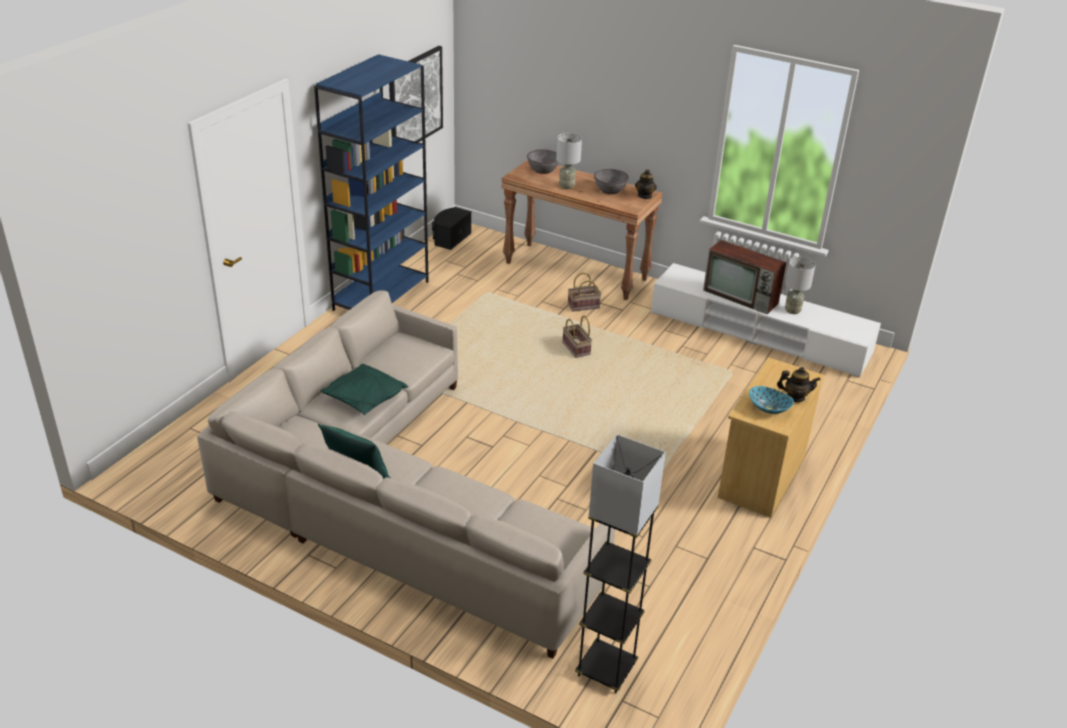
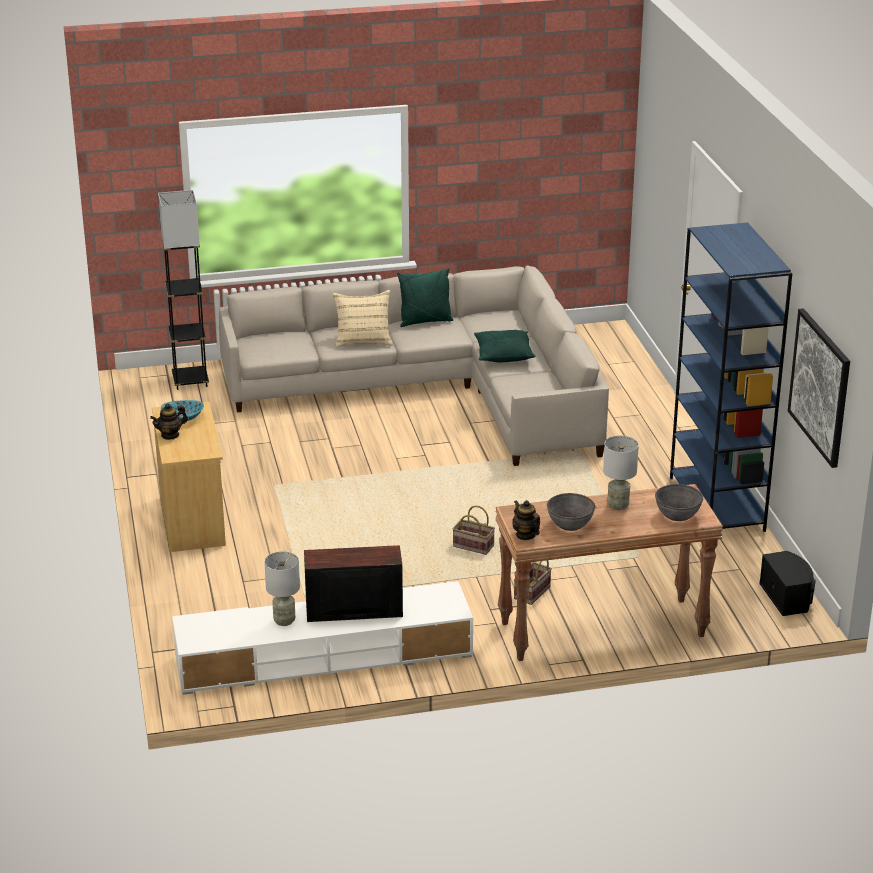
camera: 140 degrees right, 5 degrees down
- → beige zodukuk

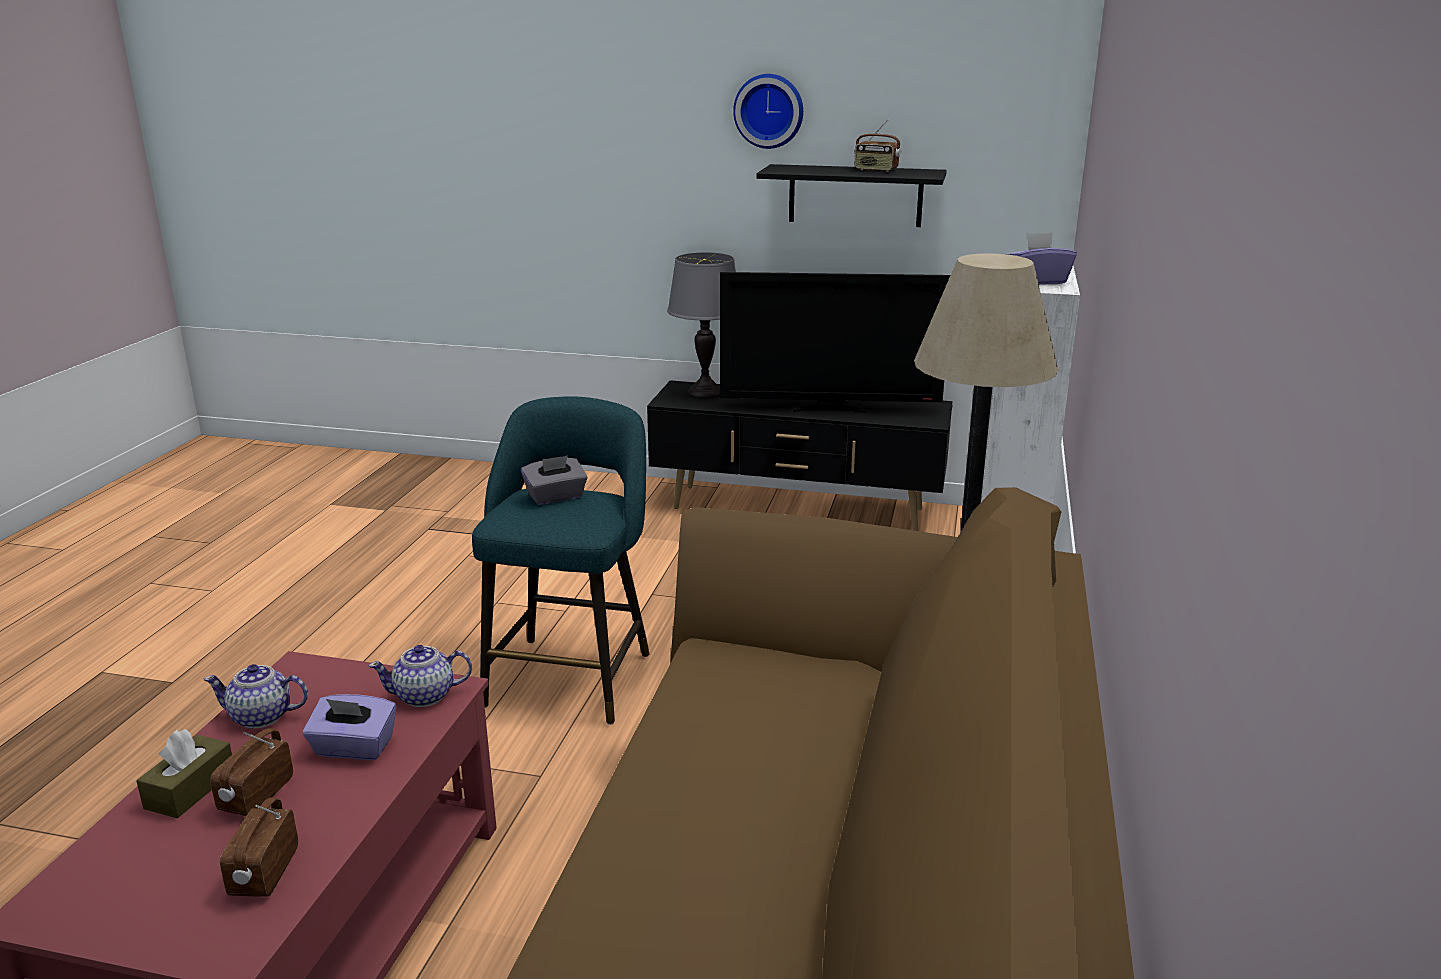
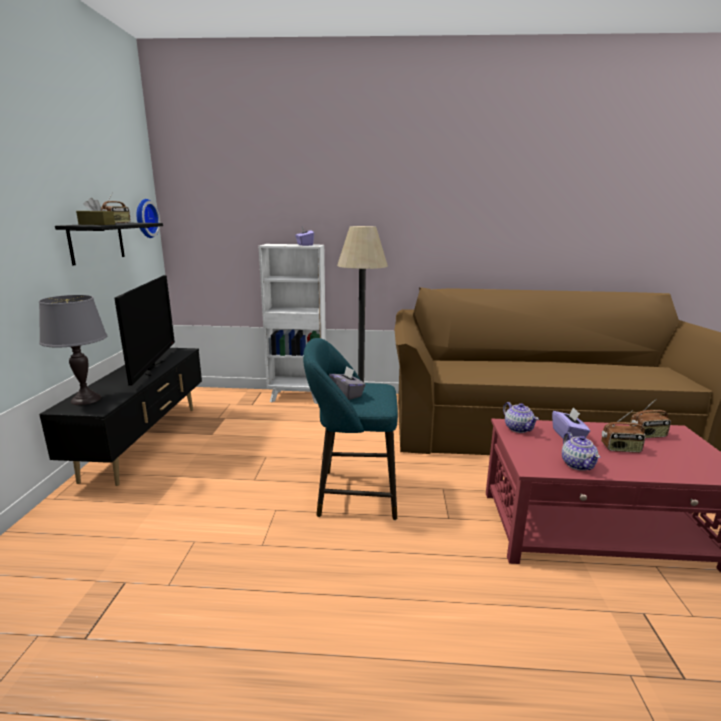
camera: 100 degrees left, 5 degrees down
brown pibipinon, shifted
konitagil, shifted

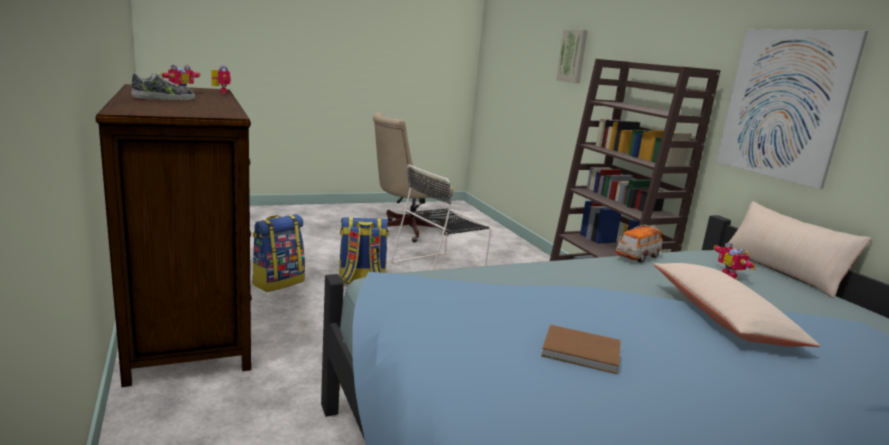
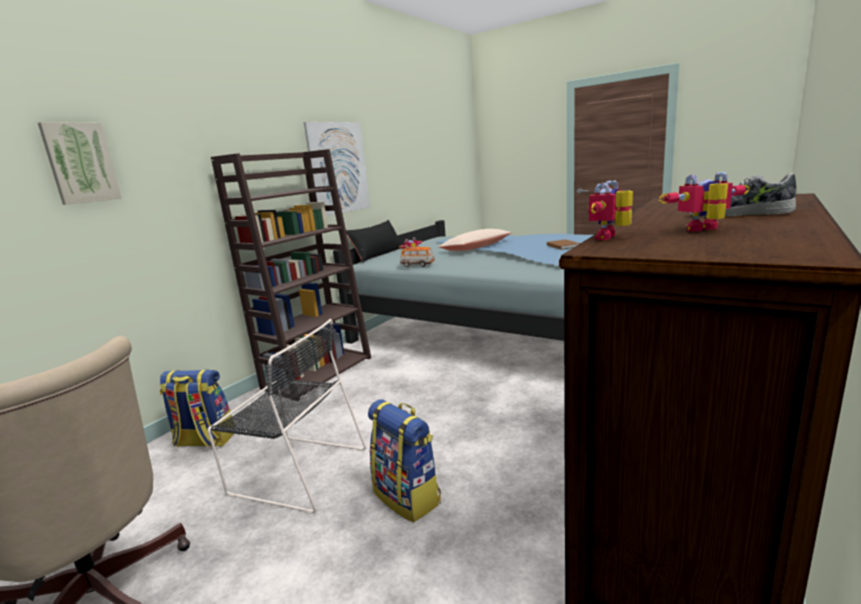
camera: 120 degrees left, 0 degrees up
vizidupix (no. 1 from left), shifted
beige zodukuk (no. 2 from left) → black zodukuk

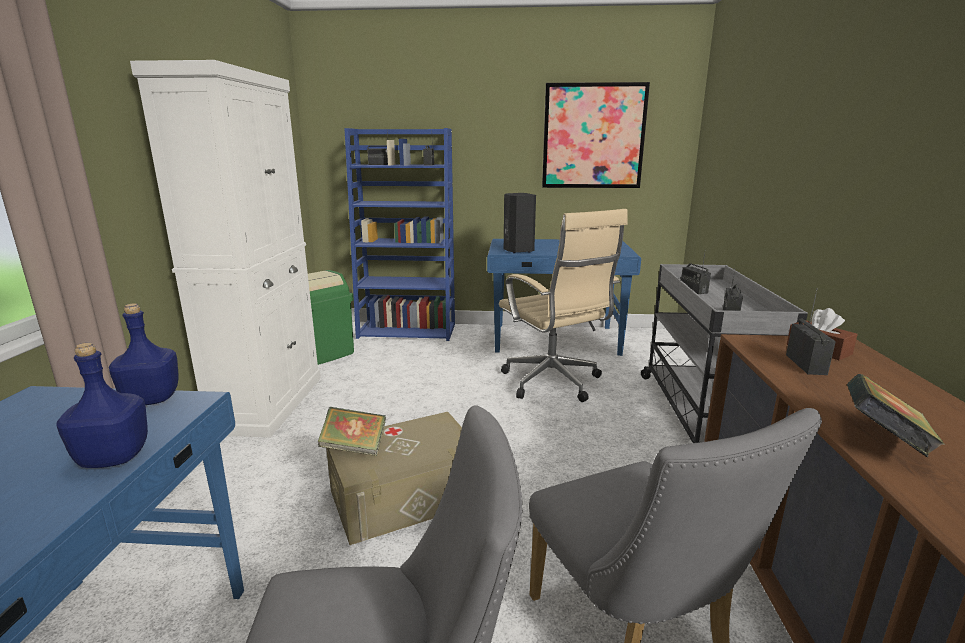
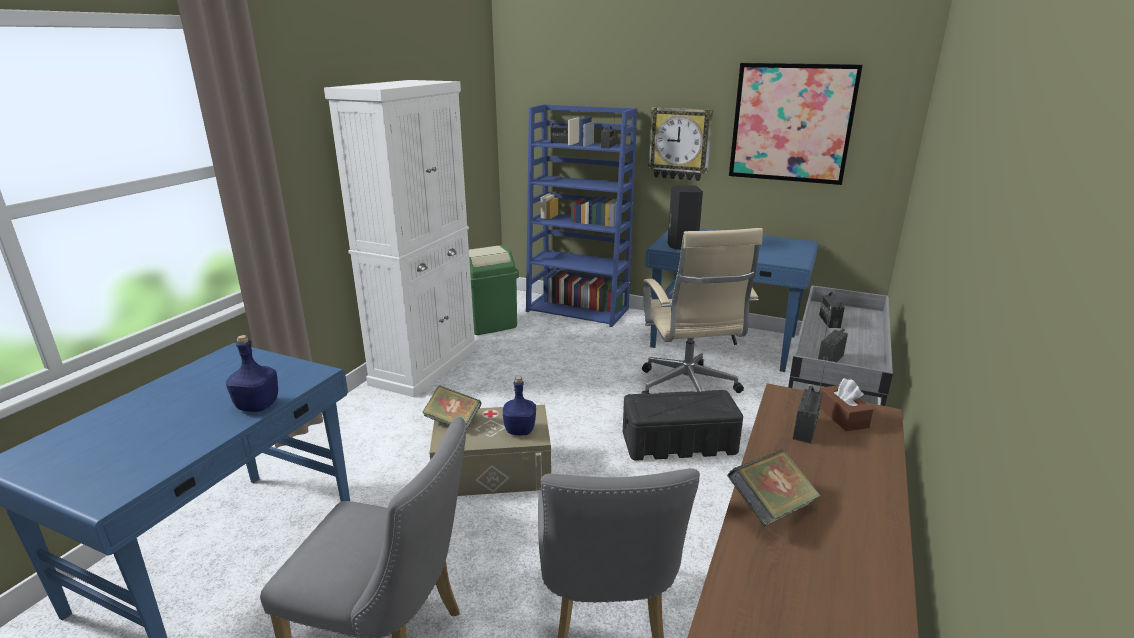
camera: 20 degrees right, 5 degrees up
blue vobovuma (no. 2 from left), shifted
- → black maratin
- → konitagil

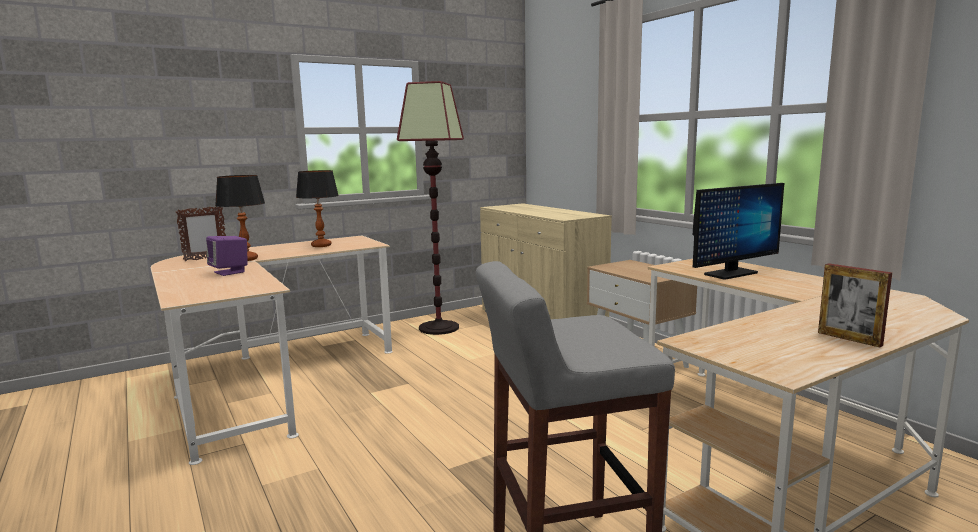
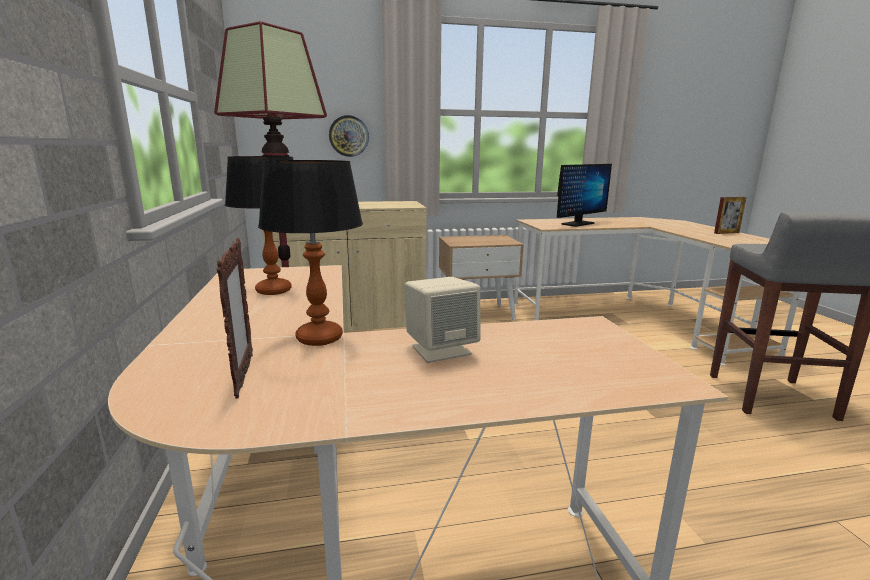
camera: 70 degrees left, 5 degrees up
- → konitagil
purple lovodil → beige lovodil
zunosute, 60 degrees clockwise

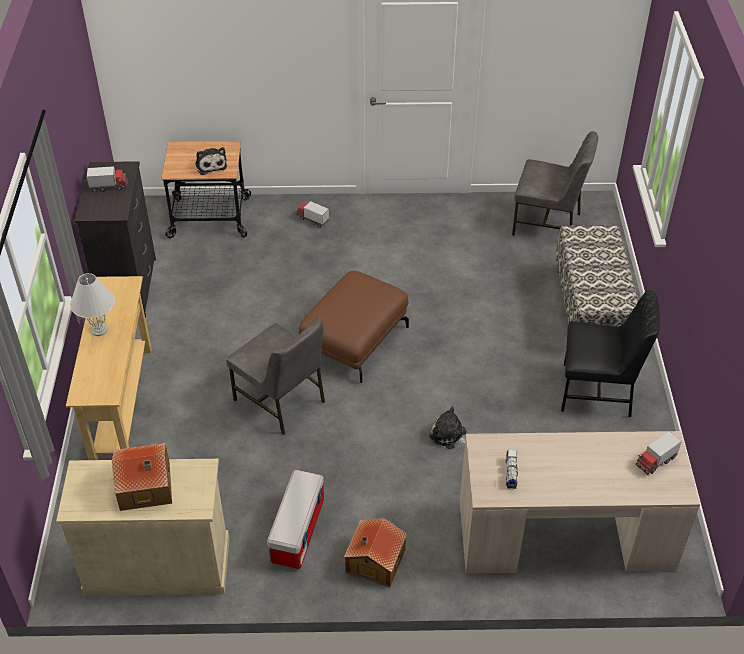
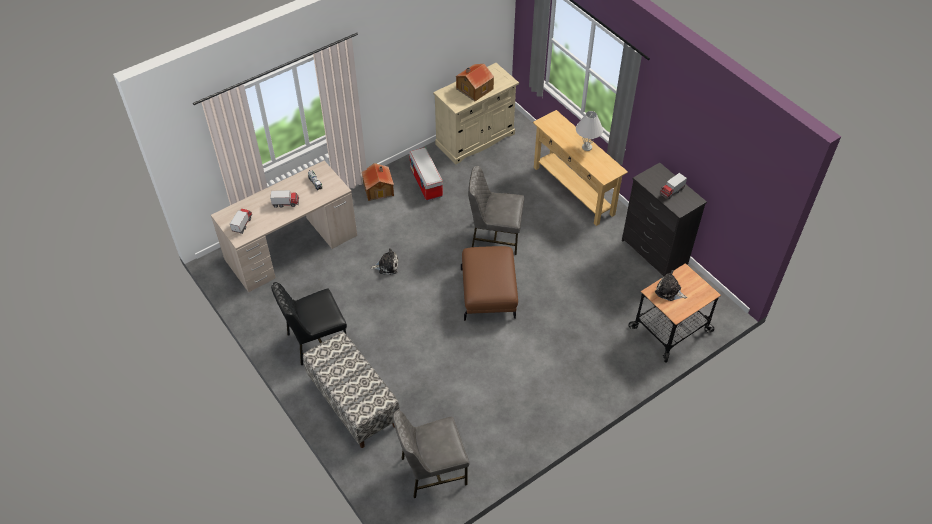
camera: 145 degrees right, 5 degrees up
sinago (no. 2 from left), shifted

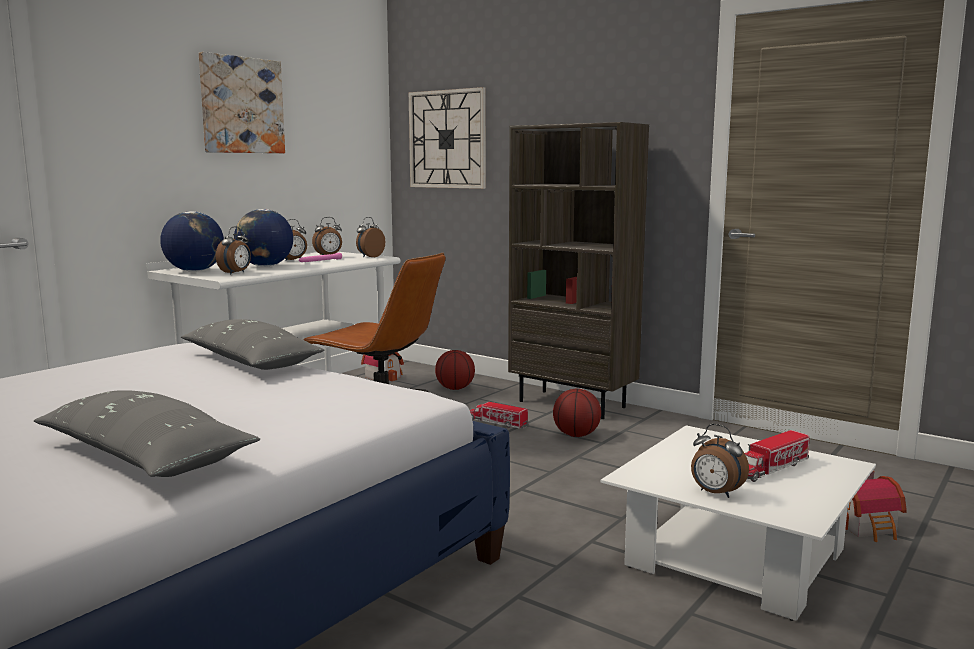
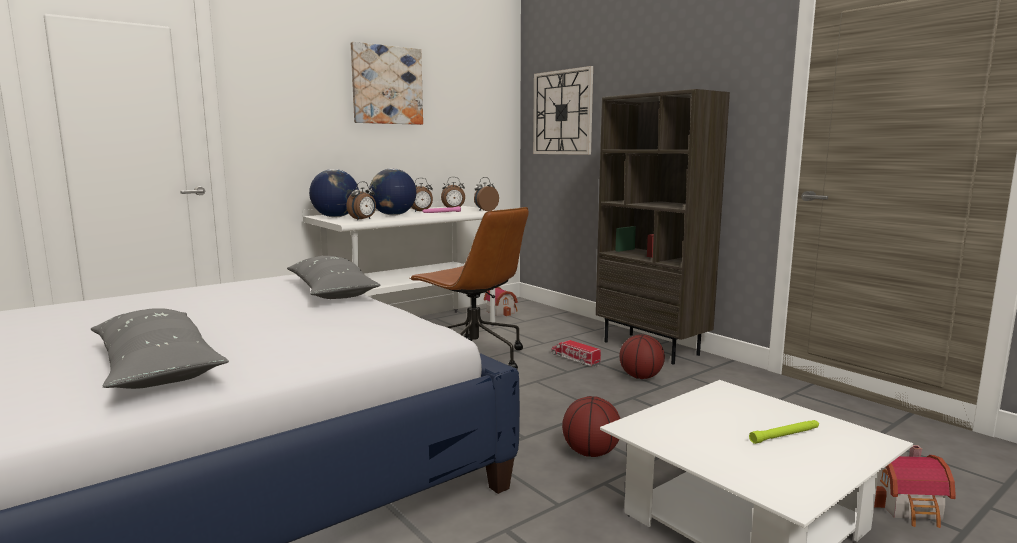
camera: 15 degrees right, 0 degrees up
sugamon (no. 1 from left), shifted
sinago (no. 2 from left) → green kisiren
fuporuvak (no. 5 from left) → -

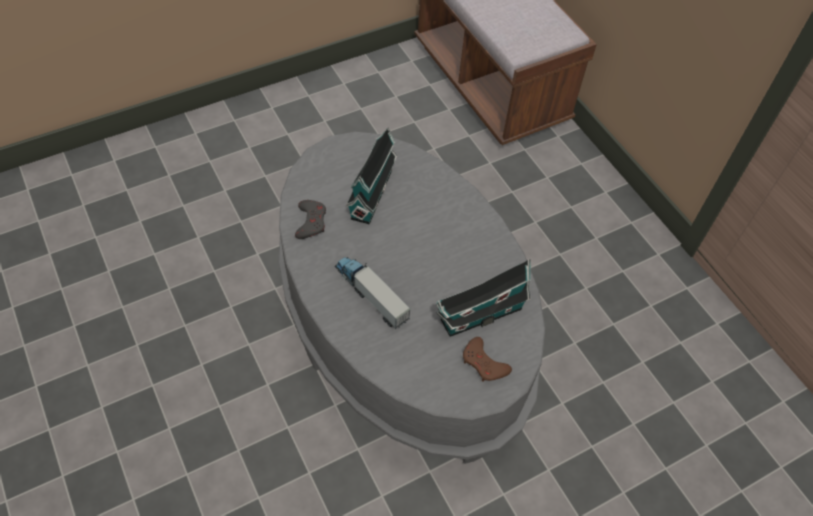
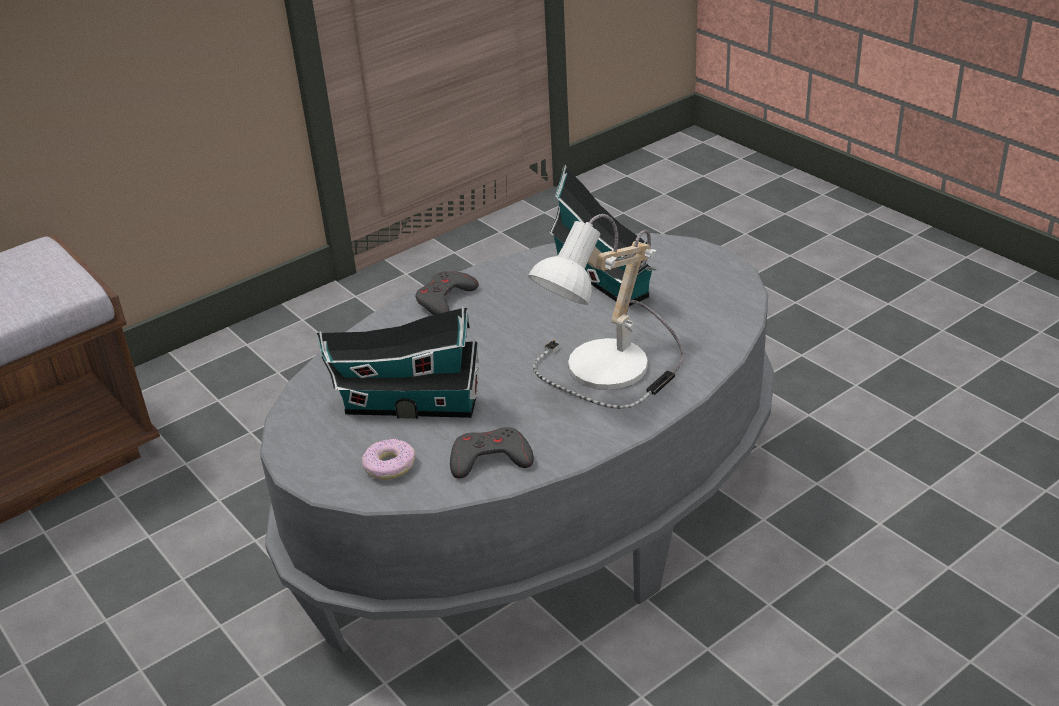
camera: 95 degrees left, 20 degrees down
- → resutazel
- → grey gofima (no. 1 from left)
sinago → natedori
brown gofima → -

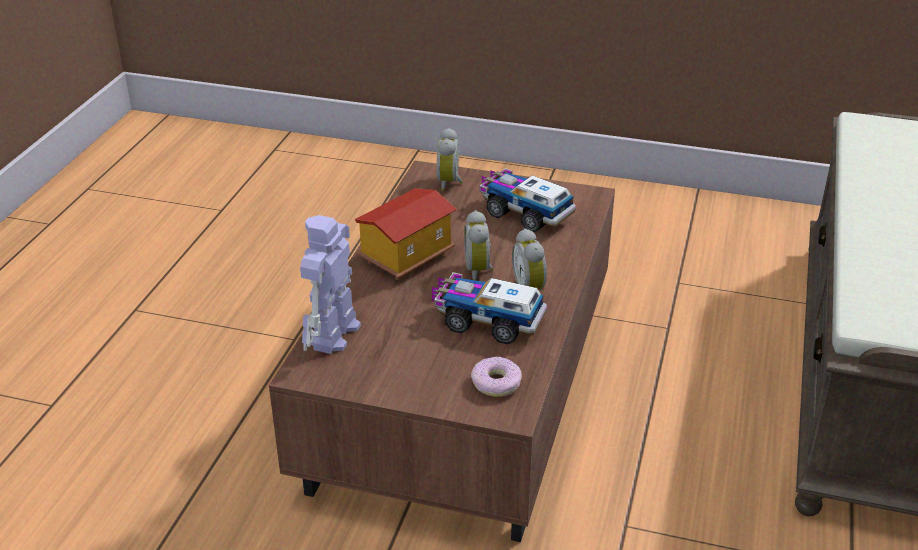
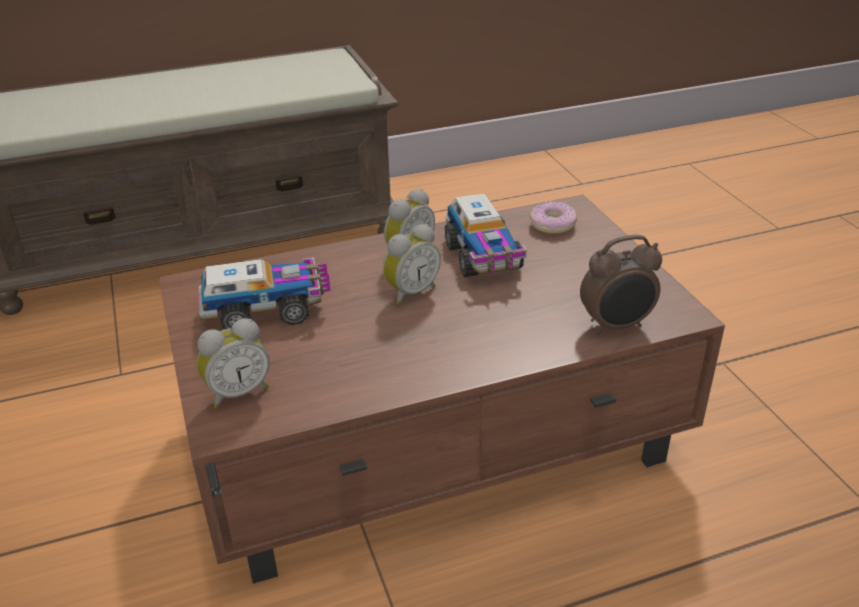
camera: 125 degrees left, 0 degrees up
sinago (no. 2 from left in the first image) → sinago (no. 1 from left), 105 degrees counterclockwise
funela → fuporuvak (no. 4 from left)
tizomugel → -

